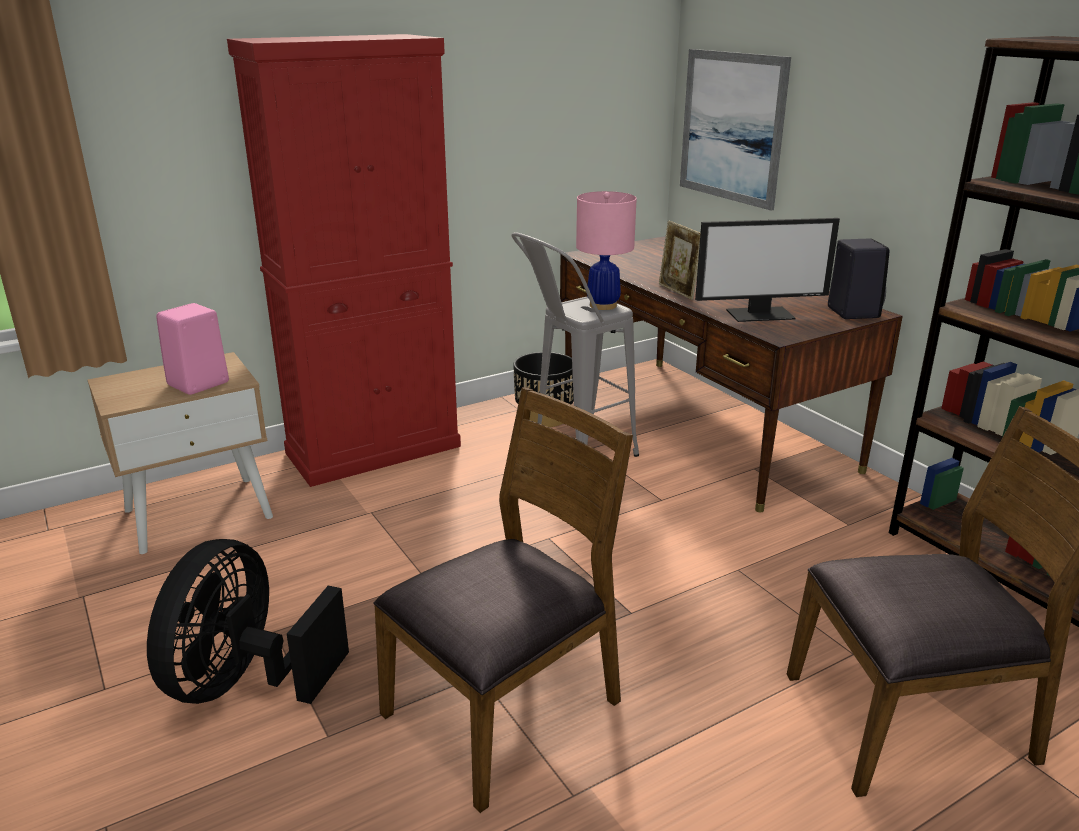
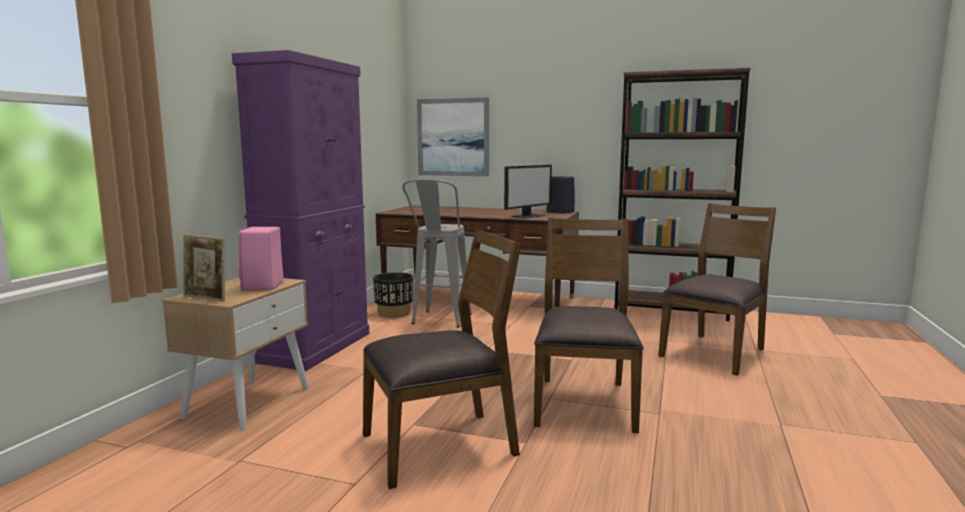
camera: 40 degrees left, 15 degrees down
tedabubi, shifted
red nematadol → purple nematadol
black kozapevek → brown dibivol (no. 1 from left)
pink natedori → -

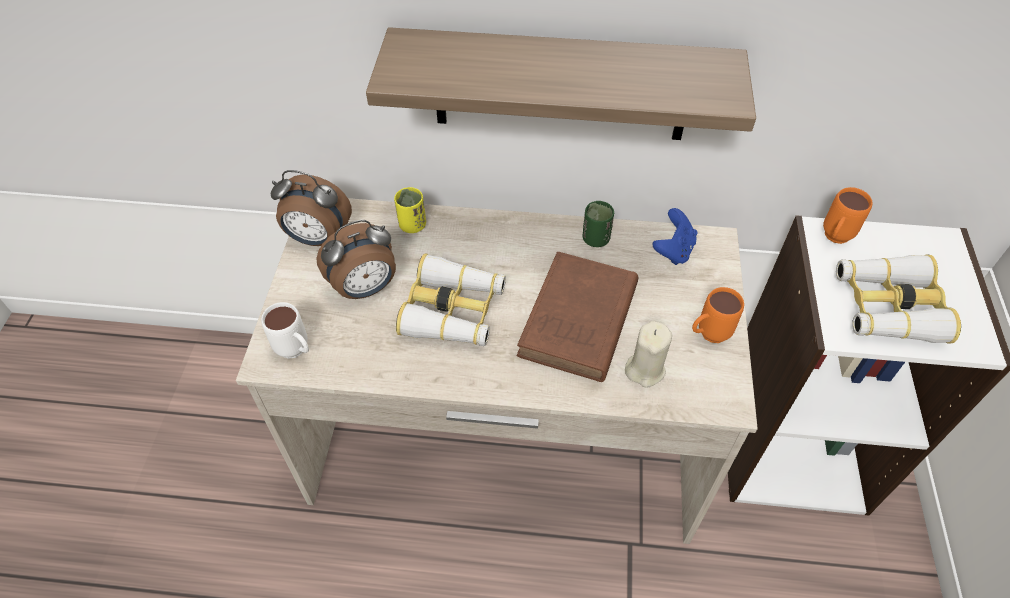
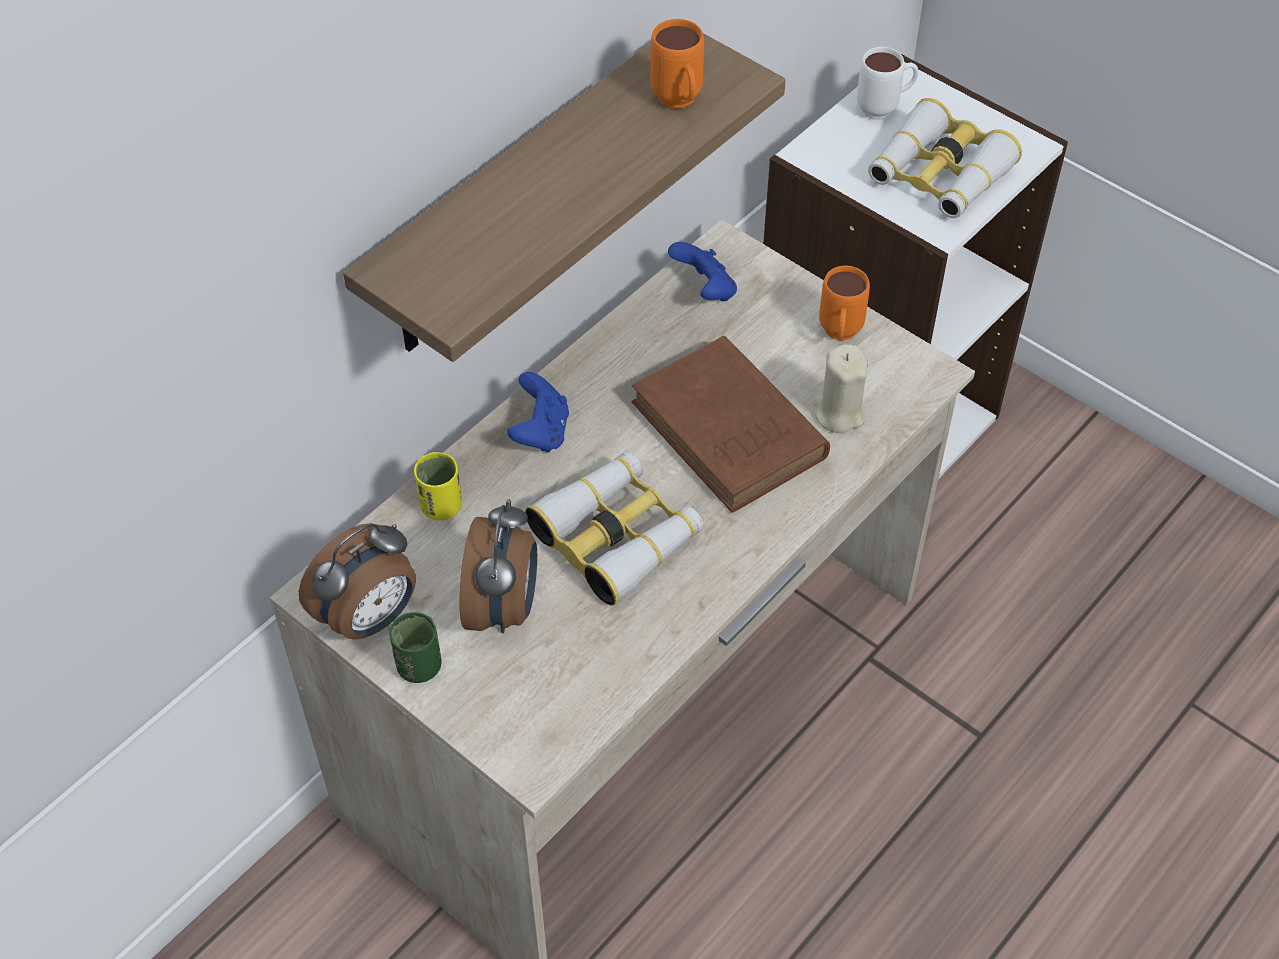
camera: 55 degrees left, 0 degrees up
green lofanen, shifted
- → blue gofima (no. 1 from left)
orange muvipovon (no. 2 from left in the first image) → orange muvipovon (no. 1 from left), shifted
white muvipovon, shifted

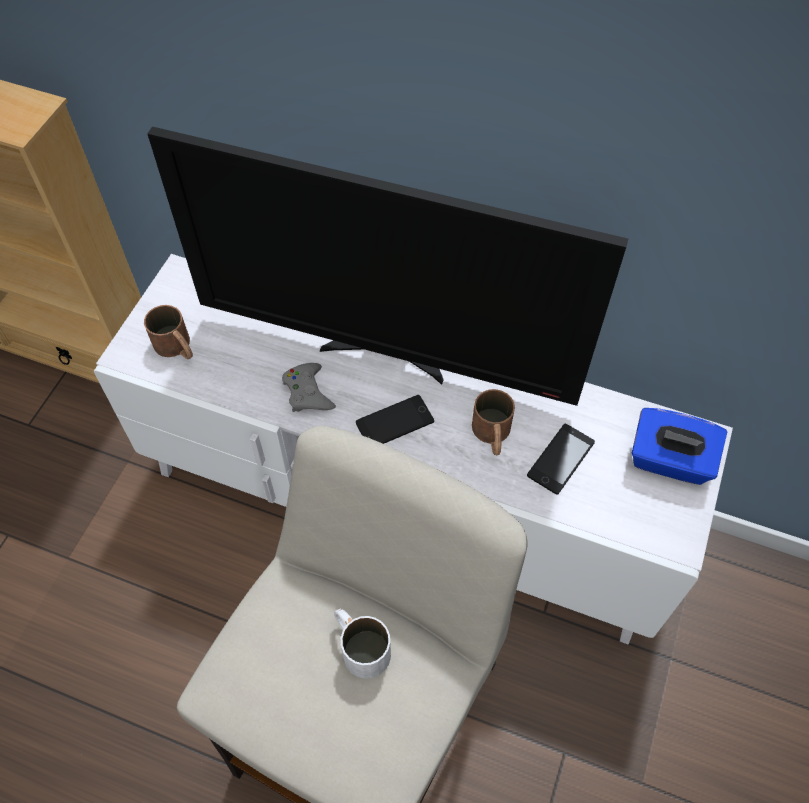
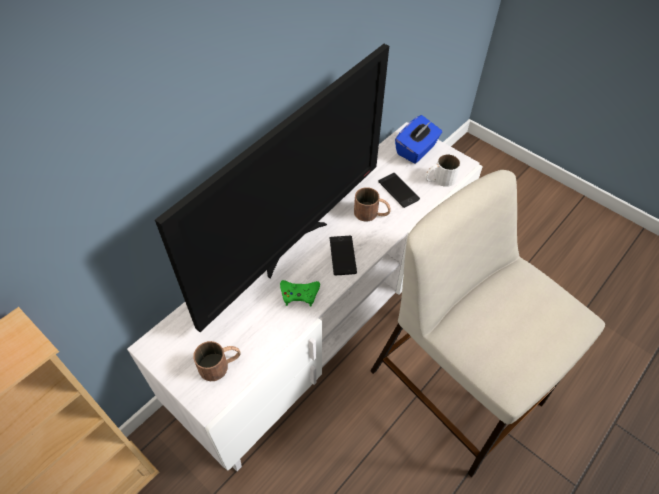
camera: 70 degrees left, 5 degrees down
grey gofima → green gofima
white muvipovon, shifted

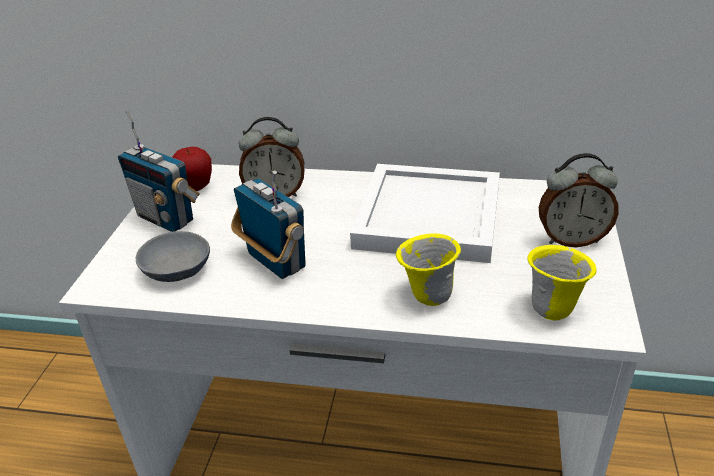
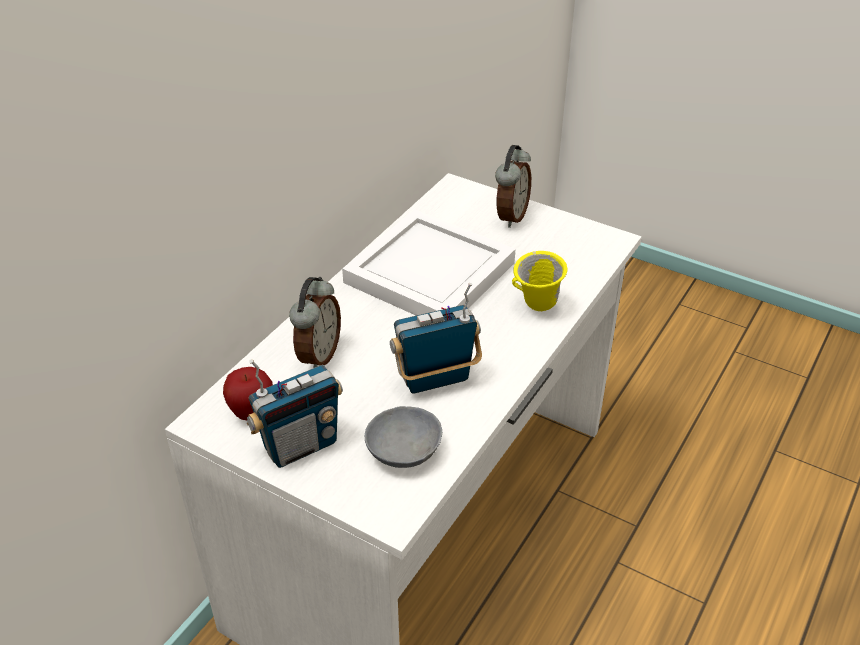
camera: 70 degrees left, 5 degrees up
yellow muvipovon (no. 2 from left) → -

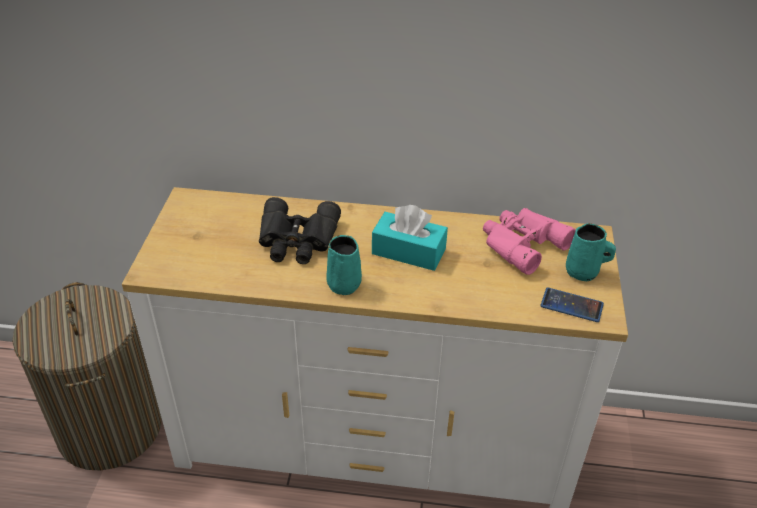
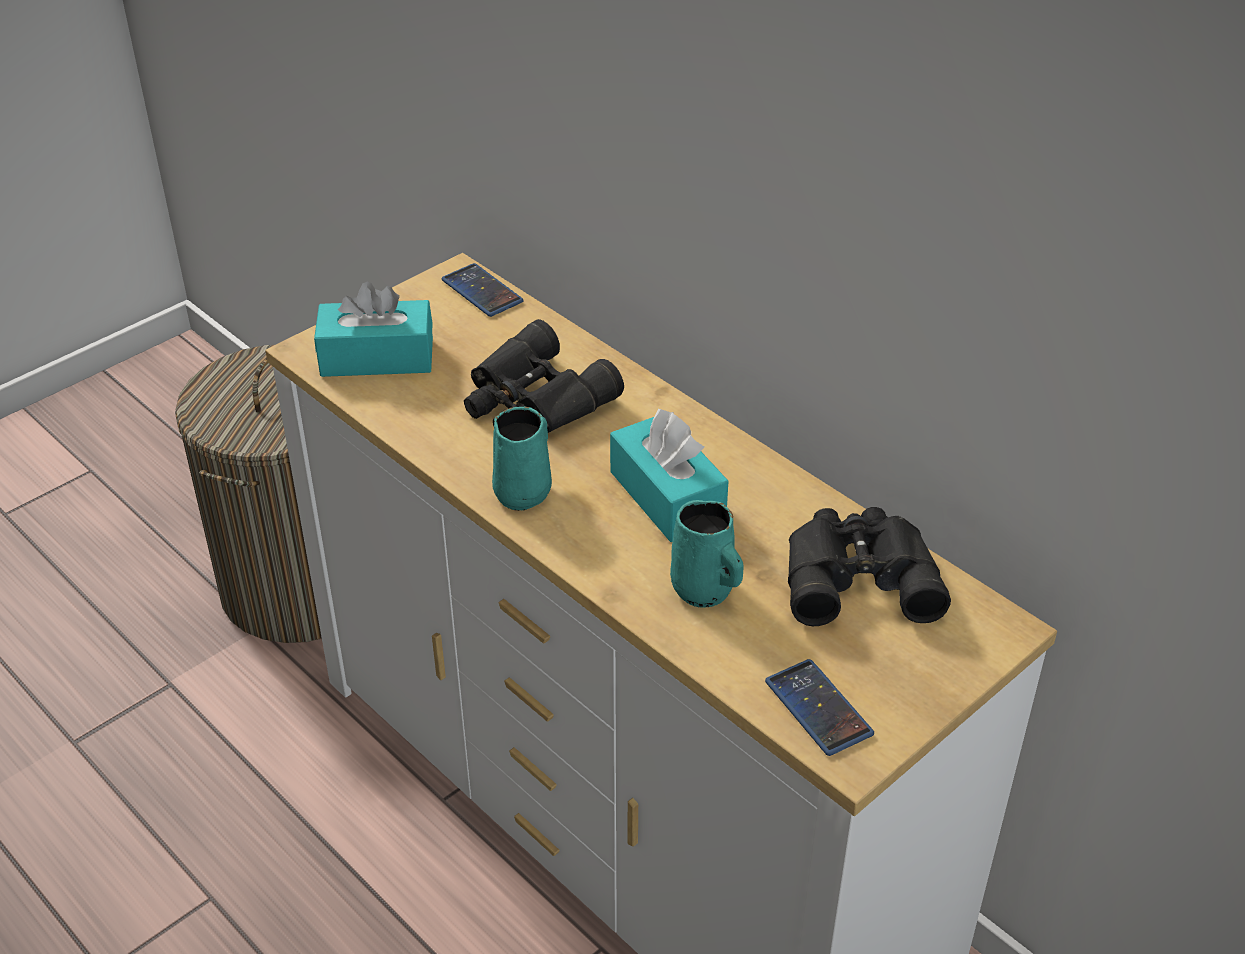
camera: 40 degrees right, 0 degrees up
- → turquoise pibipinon (no. 1 from left)
- → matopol (no. 1 from left)
turquoise muvipovon (no. 2 from left), shifted
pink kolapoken → black kolapoken (no. 2 from left)

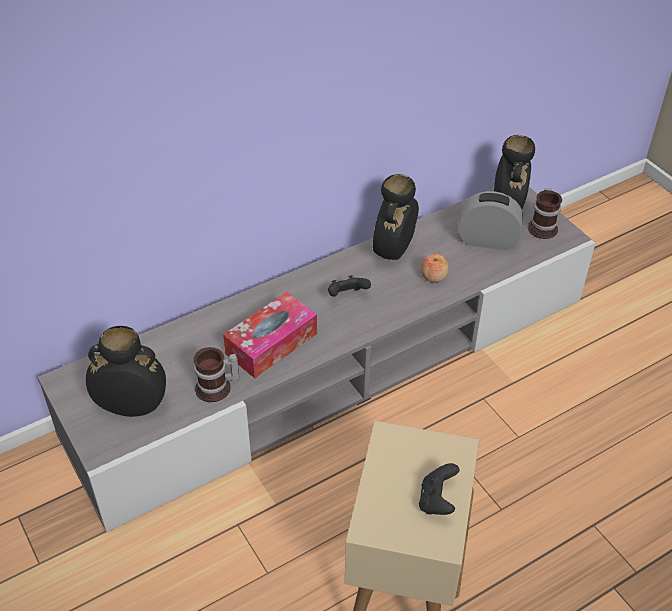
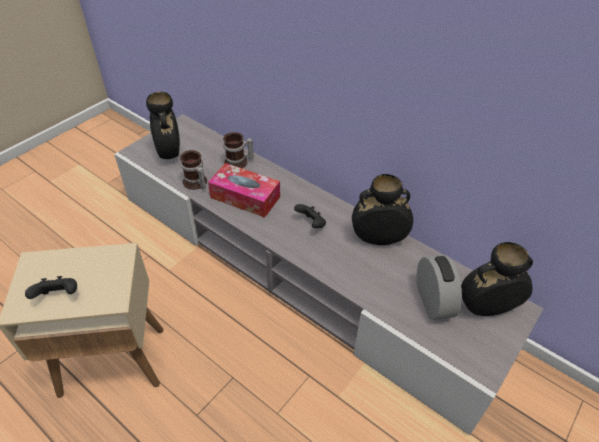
camera: 70 degrees right, 0 degrees up
muvipovon (no. 2 from left), shifted
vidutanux → -

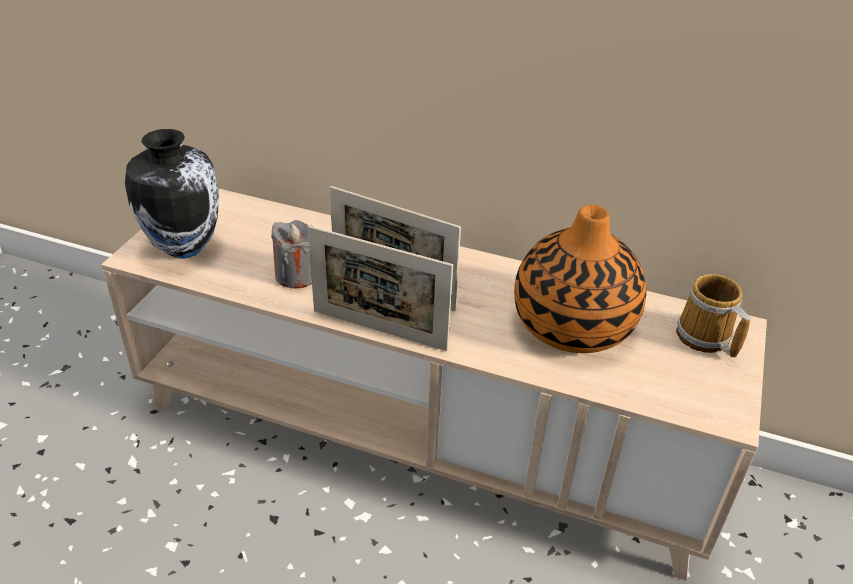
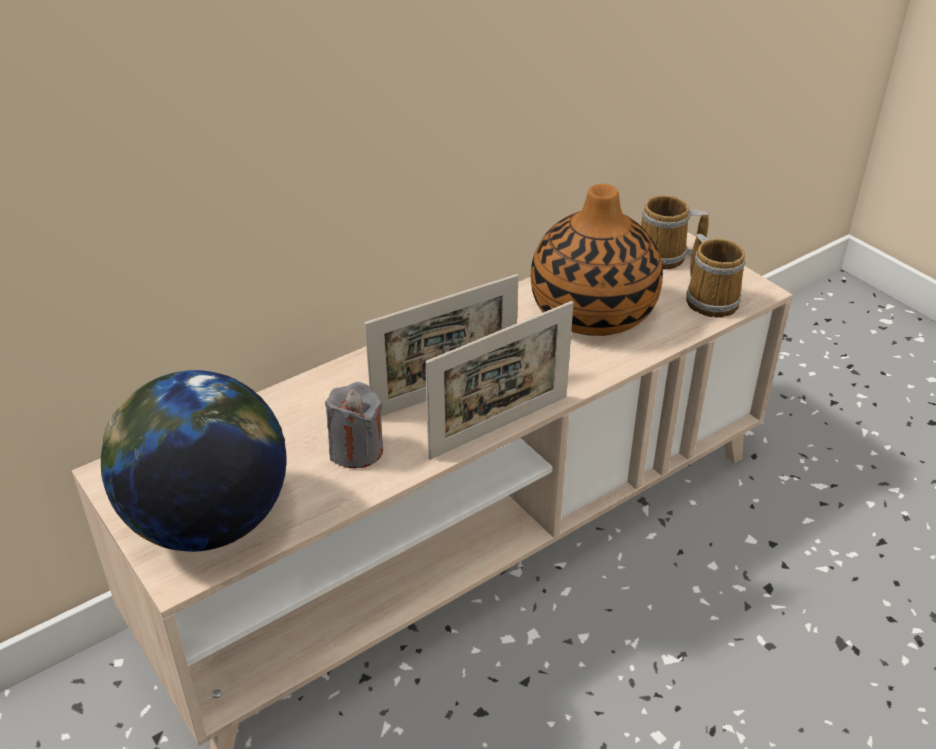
camera: 55 degrees left, 0 degrees up
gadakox (no. 1 from left) → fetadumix
- → muvipovon (no. 2 from left)

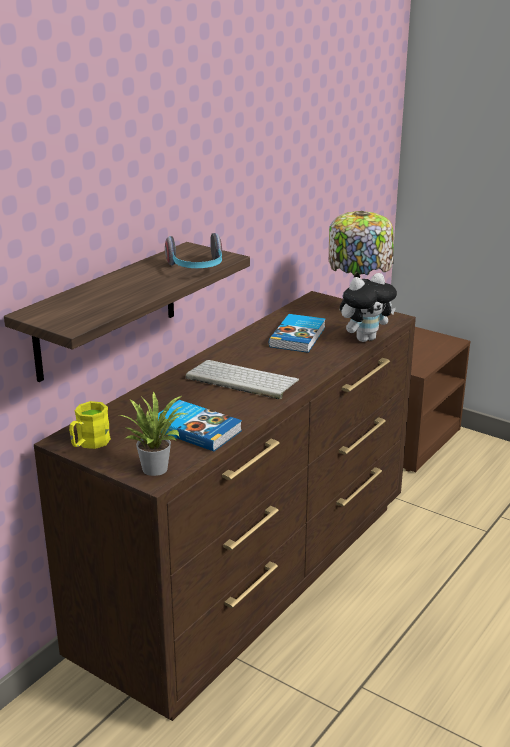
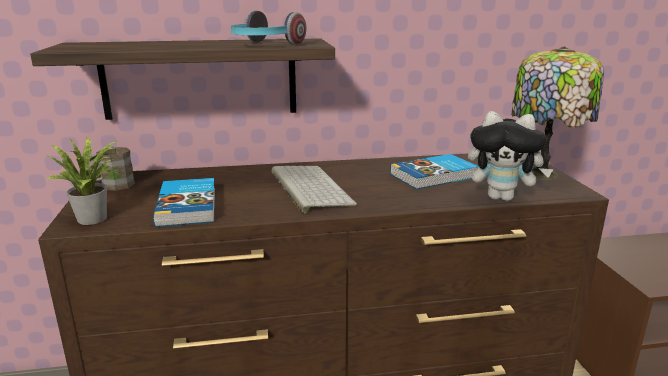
camera: 45 degrees right, 5 degrees down
yellow muvipovon → brown muvipovon

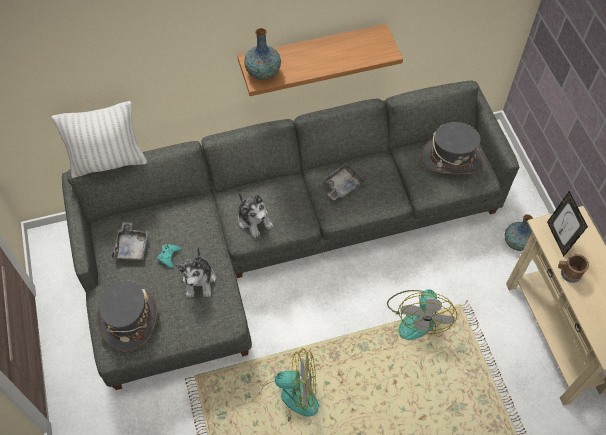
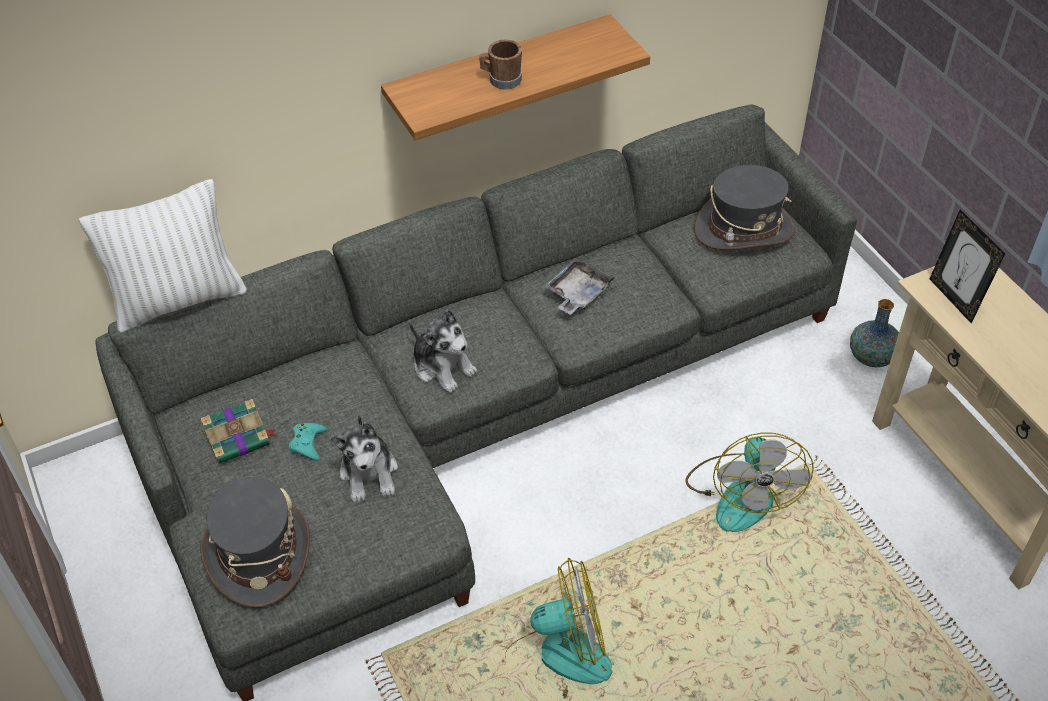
camera: 10 degrees left, 10 degrees down
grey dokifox (no. 1 from left) → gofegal
brown muvipovon, shifted
gadakox (no. 1 from left) → -

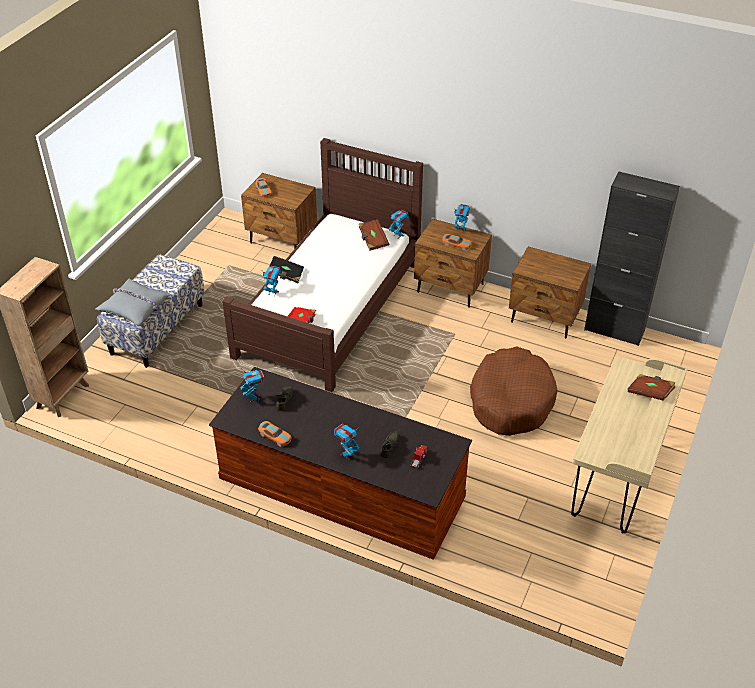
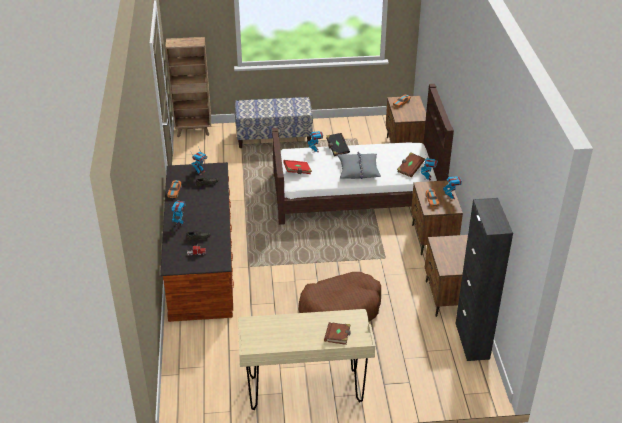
camera: 60 degrees right, 5 degrees down
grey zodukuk, shifted

